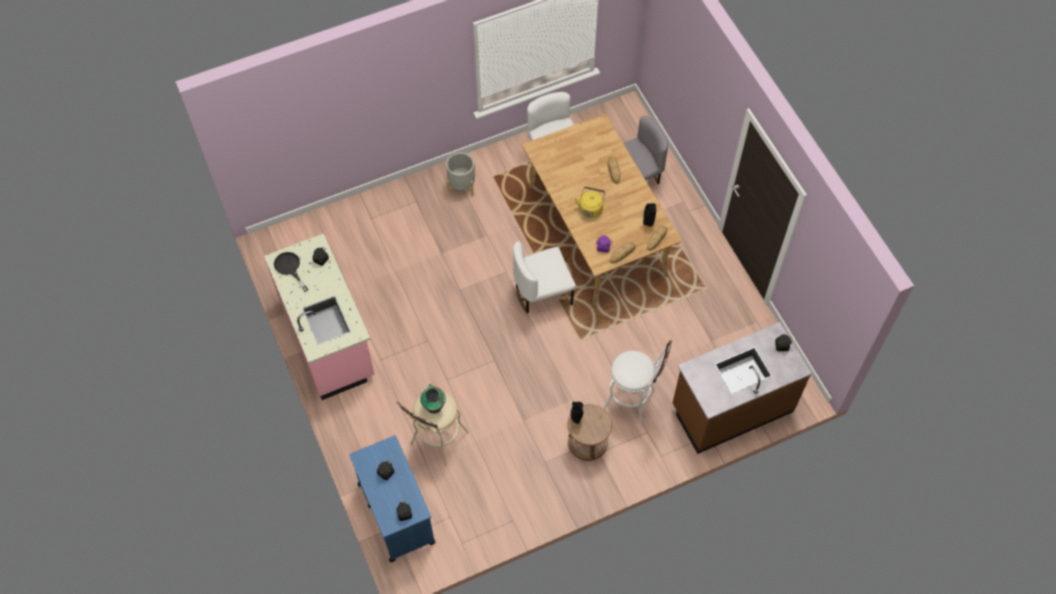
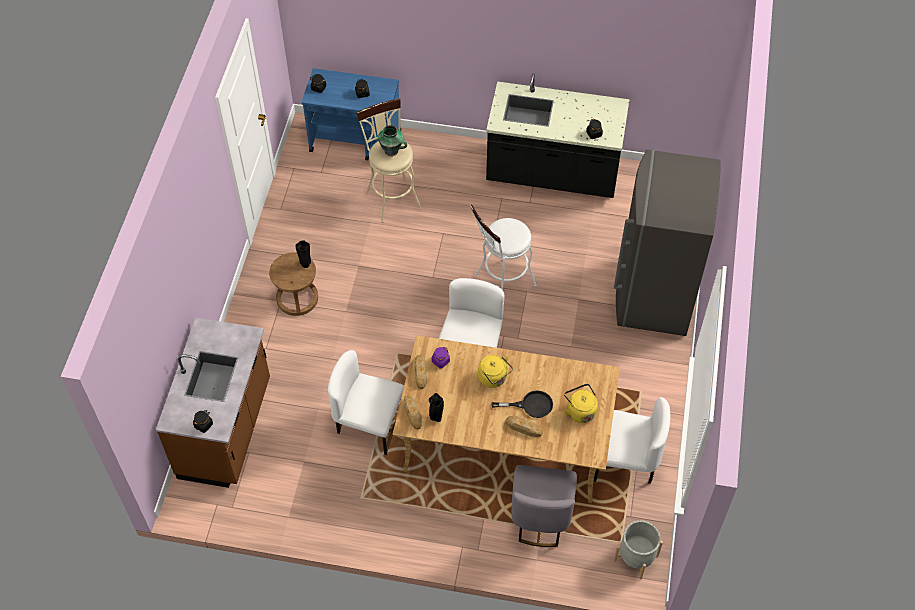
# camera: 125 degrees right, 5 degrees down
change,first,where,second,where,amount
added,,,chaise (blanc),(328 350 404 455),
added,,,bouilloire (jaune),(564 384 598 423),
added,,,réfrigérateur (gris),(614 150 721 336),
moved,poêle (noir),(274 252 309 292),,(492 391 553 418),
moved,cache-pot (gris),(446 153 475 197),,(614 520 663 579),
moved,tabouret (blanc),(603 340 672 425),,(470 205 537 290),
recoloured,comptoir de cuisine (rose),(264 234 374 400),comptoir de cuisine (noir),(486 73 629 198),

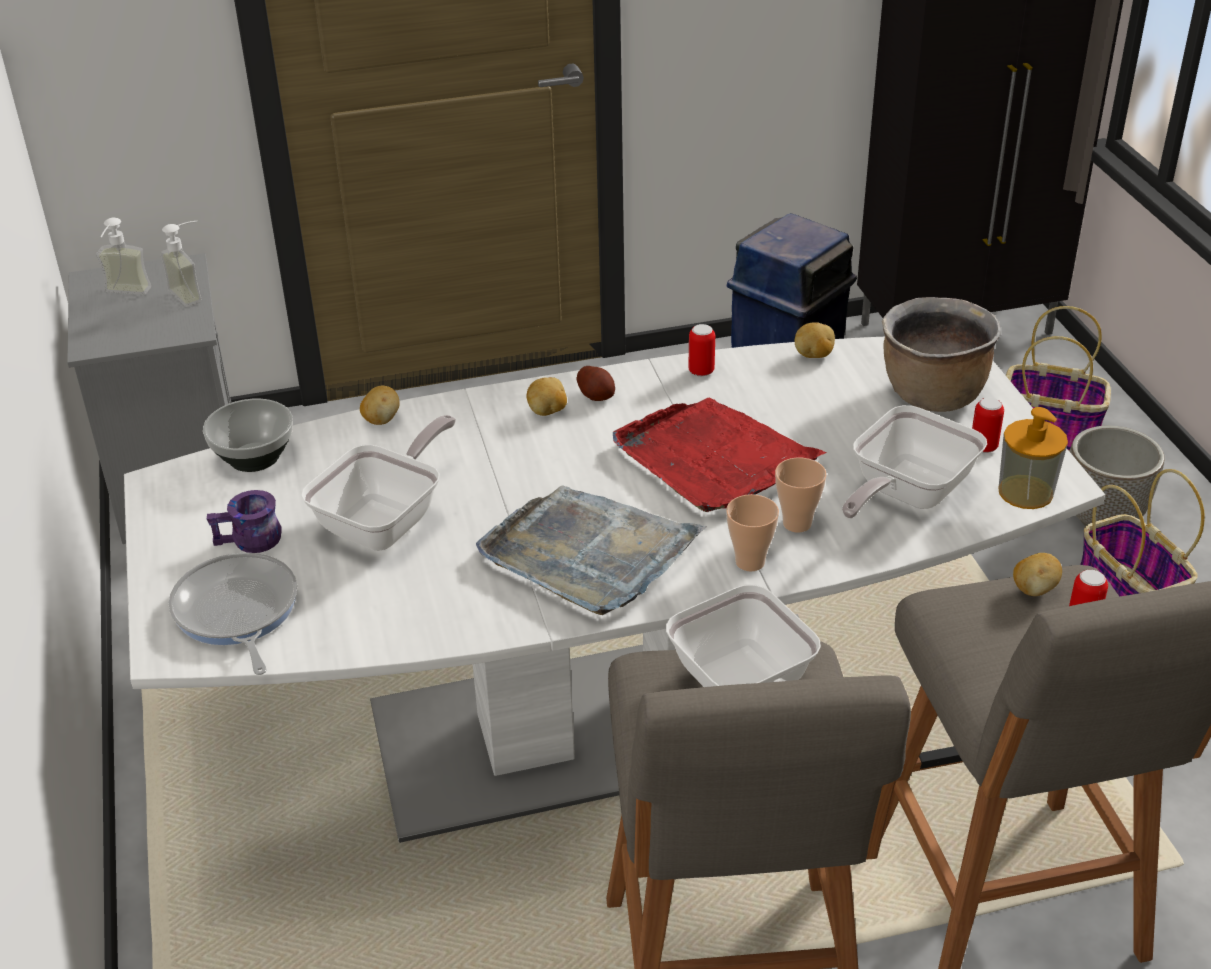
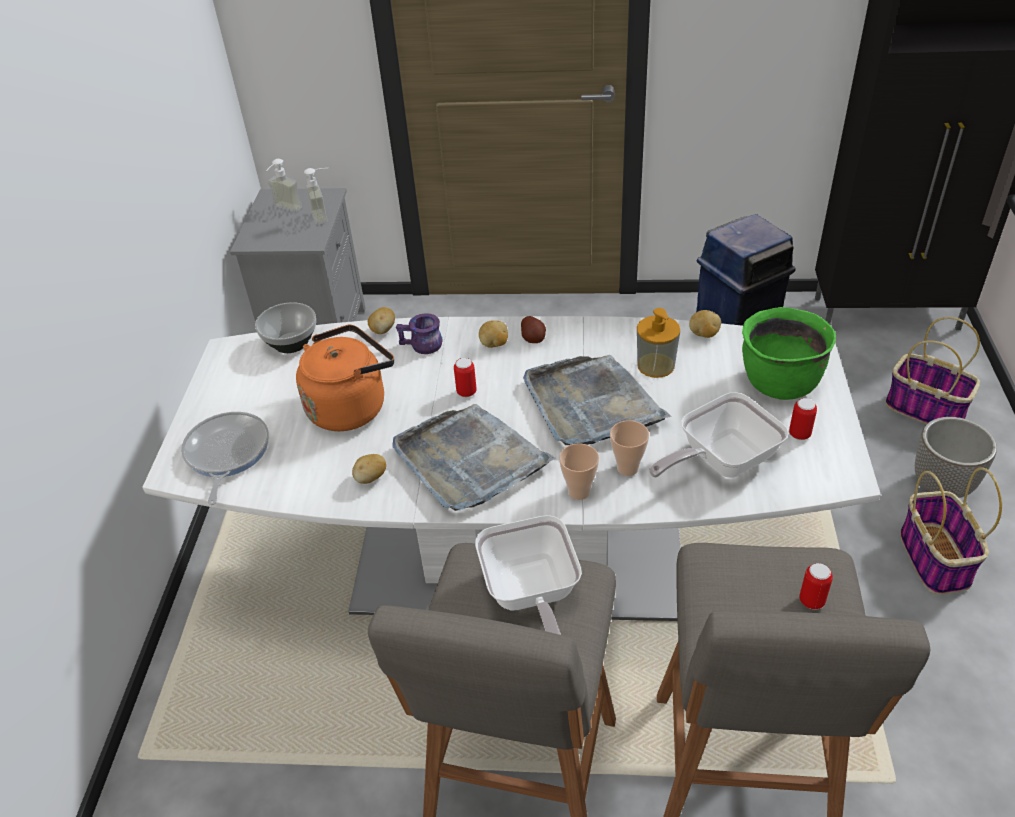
# camera: 20 degrees right, 5 degrees up
change,first,where,second,where,amount
moved,mug (violet),(207 490 282 553),,(396 313 443 354),
moved,boîte métallique,(688 324 715 376),,(454 358 477 397),
moved,distributeur de savon,(998 407 1068 509),,(637 308 680 378),
moved,pomme de terre,(1013 553 1062 596),,(352 454 386 484),
replaced,poêle,(301 415 456 551),bouilloire (orange),(296 325 394 431),
recoloured,plateau (rouge),(613 398 827 512),plateau (gris),(523 355 671 445),
recoloured,marmite (marron),(882 297 1001 412),marmite (vert),(742 307 836 400),

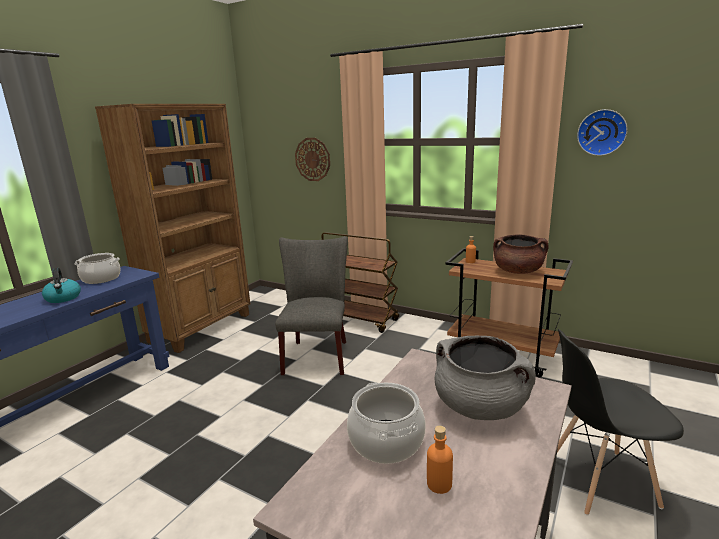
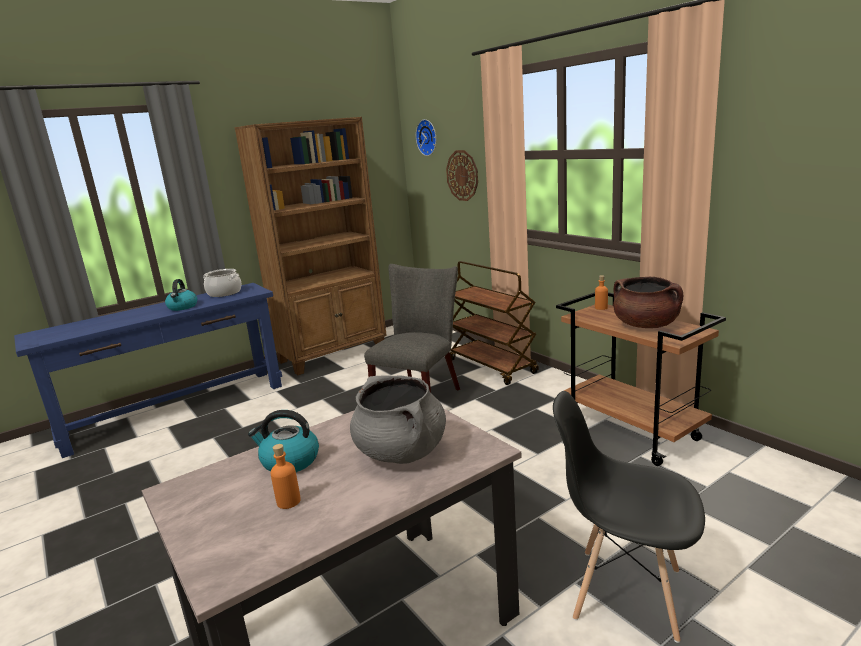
# camera: 25 degrees right, 0 degrees up
change,first,where,second,where,amount
moved,horloge murale,(577 109 628 156),,(416 119 436 156),
replaced,marmite,(347 383 426 464),bouilloire,(248 410 319 472),

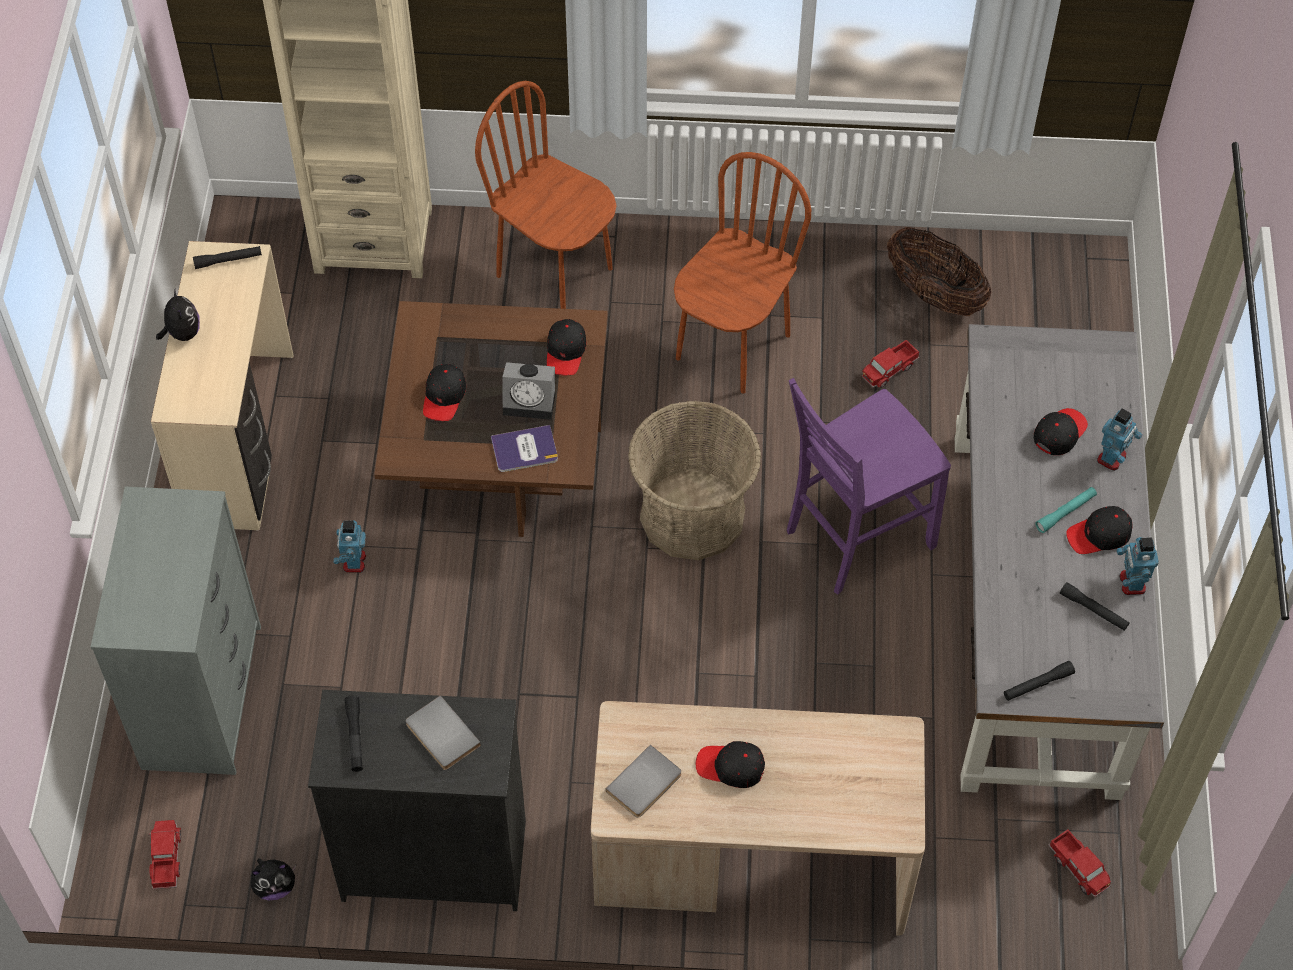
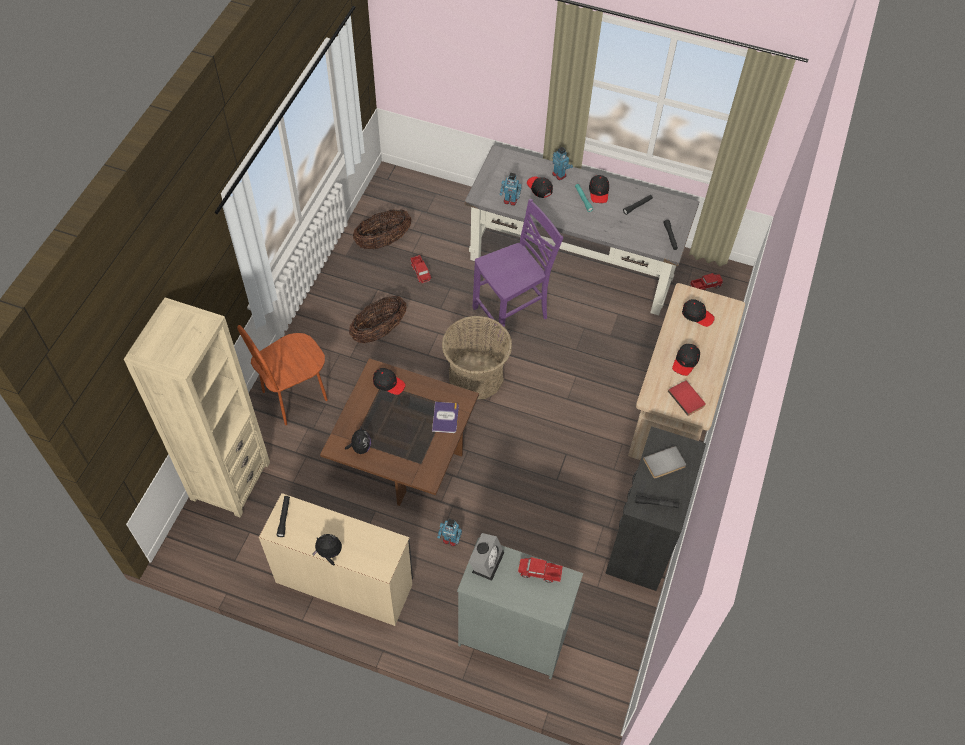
# camera: 75 degrees left, 0 degrees up
change,first,where,second,where,amount
moved,camion jouet,(148 820 181 889),,(518 557 563 583),
moved,peluche,(251 858 296 900),,(345 427 371 454),
moved,casquette (noir),(423 364 466 421),,(682 299 715 327),
moved,réveil,(502 362 556 420),,(469 533 504 581),
moved,robot jouet,(1117 537 1159 595),,(500 173 522 206),
replaced,chaise (marron),(674 152 811 394),panier,(349 296 407 344),
recoloured,livre (gris),(605 745 681 818),livre (rouge),(668 381 706 416),
turned,chaise (violet),(787 378 951 594),,(473 199 563 342),105 degrees counterclockwise

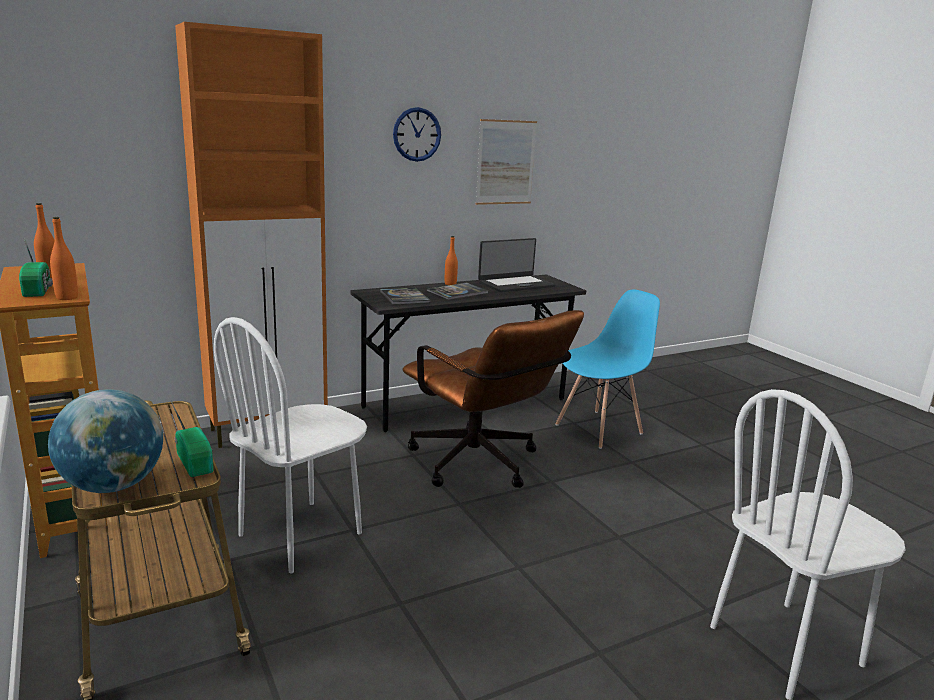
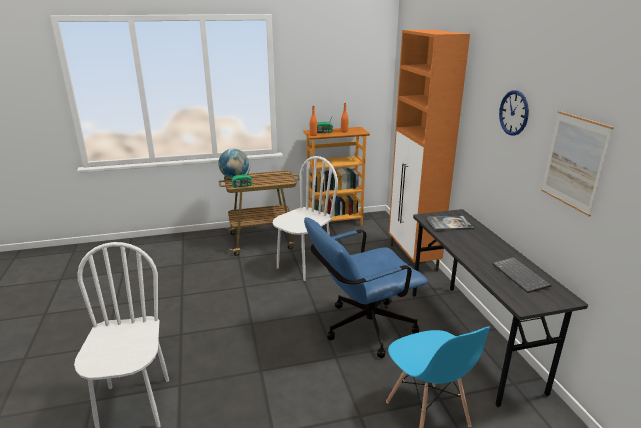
# camera: 105 degrees right, 5 degrees up
change,first,where,second,where,amount
removed,livre,(427 283 489 300),,,
removed,bouteille (orange),(445 236 458 285),,,
replaced,ordinateur portable,(478 238 555 292),clavier,(492 257 552 293),
recoloured,chaise de bureau (marron),(403 310 584 488),chaise de bureau (bleu),(304 217 428 358),
turned,chaise (blanc),(214 317 367 573),,(273 156 338 281),75 degrees clockwise

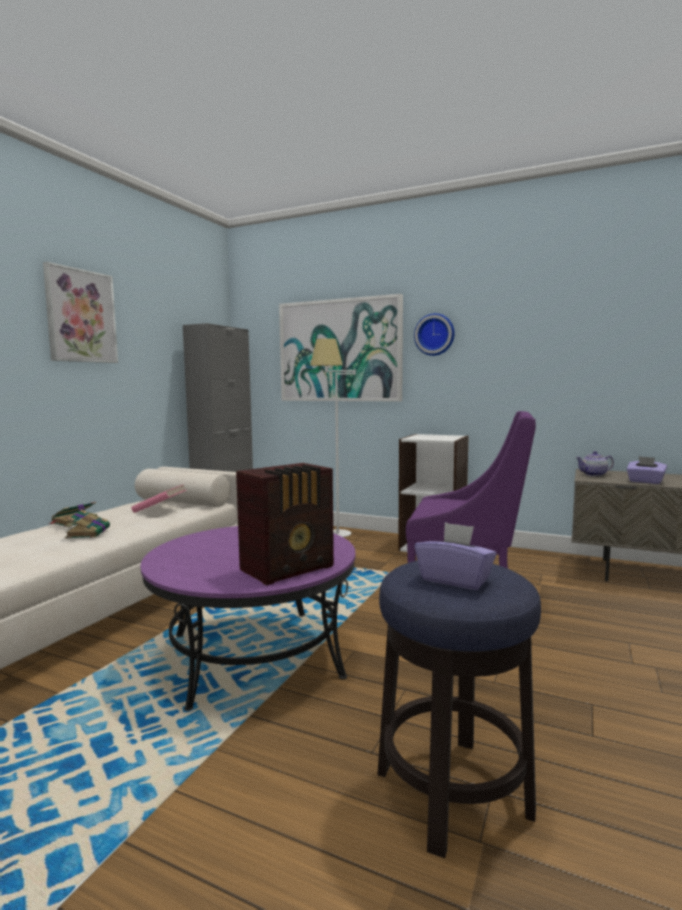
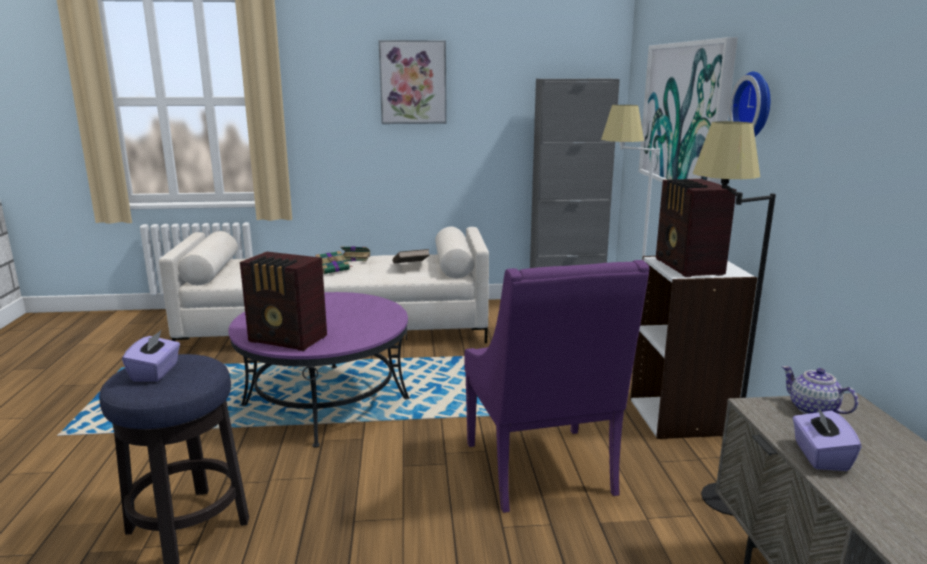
# camera: 60 degrees right, 10 degrees up
change,first,where,second,where,amount
added,,,radio,(656 179 737 277),
added,,,lampadaire (noir),(693 121 776 516),
recoloured,livre (rose),(131 484 186 513),livre (marron),(393 249 429 263),

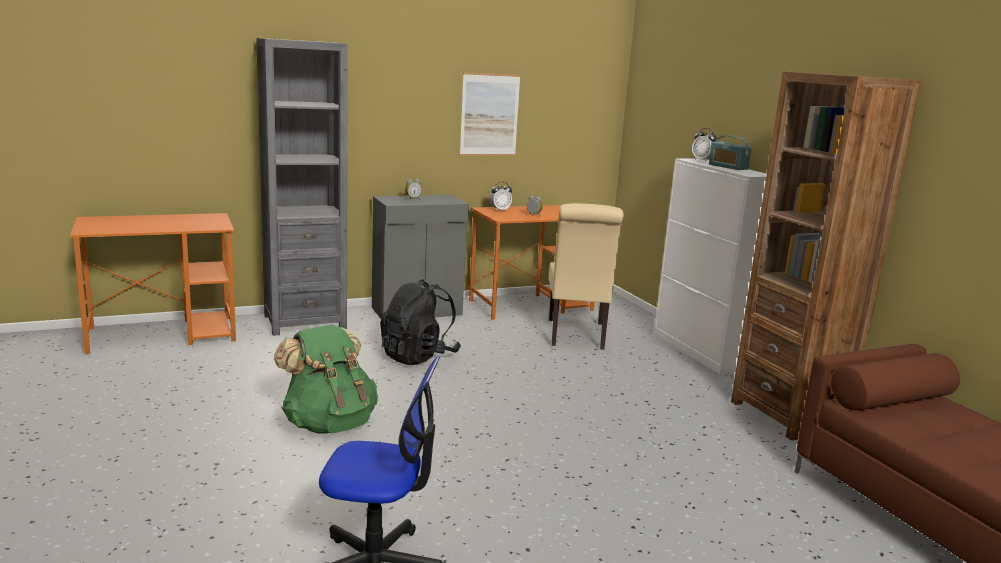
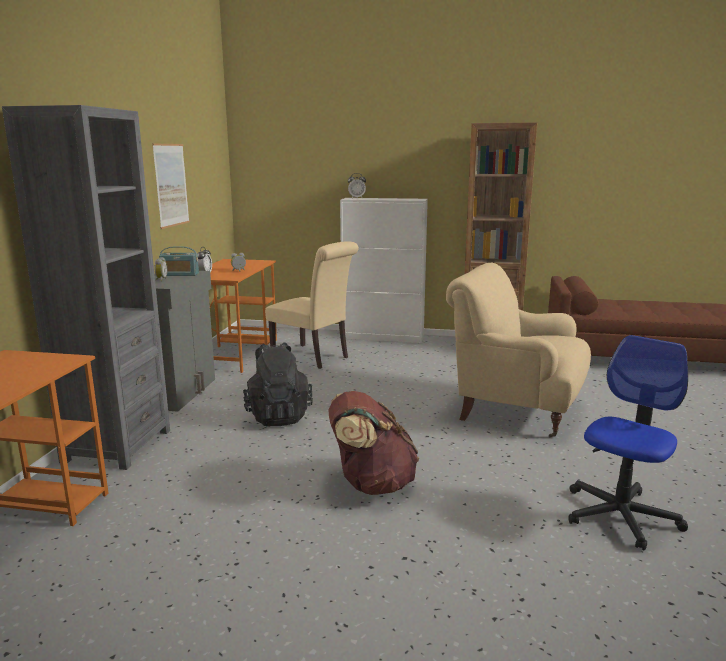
# camera: 55 degrees left, 0 degrees up
change,first,where,second,where,amount
added,,,fauteuil (beige),(446 263 591 438),
moved,radio,(709 135 752 170),,(159 246 199 276),
recoloured,sac à dos (vert),(274 324 378 434),sac à dos (marron),(328 391 419 495),

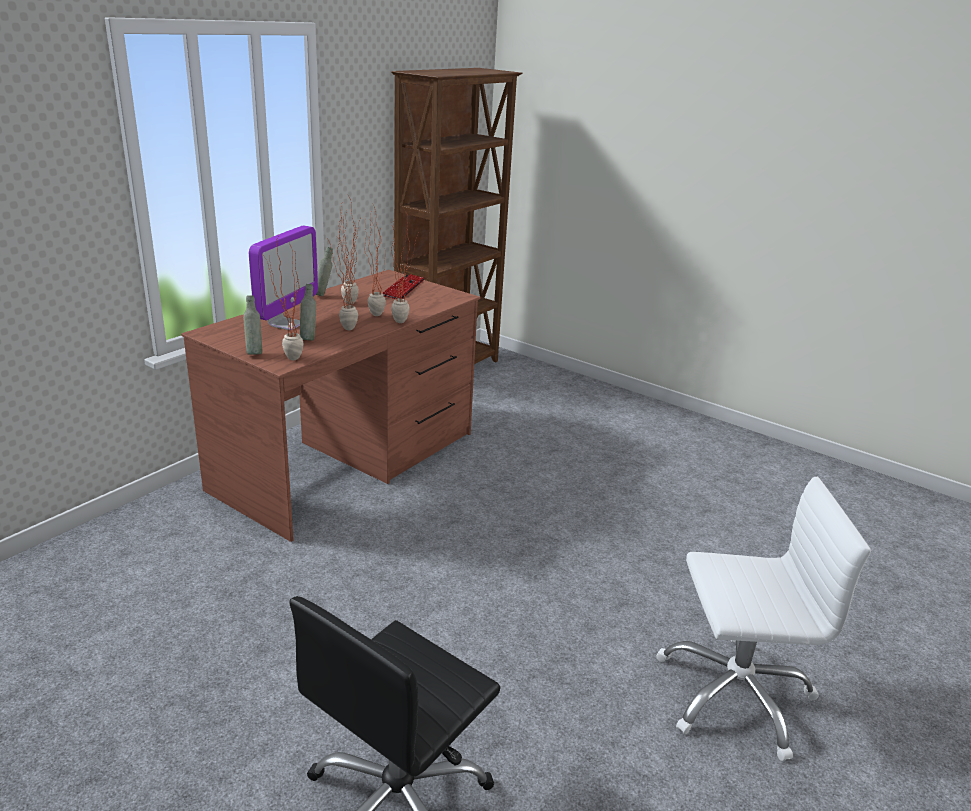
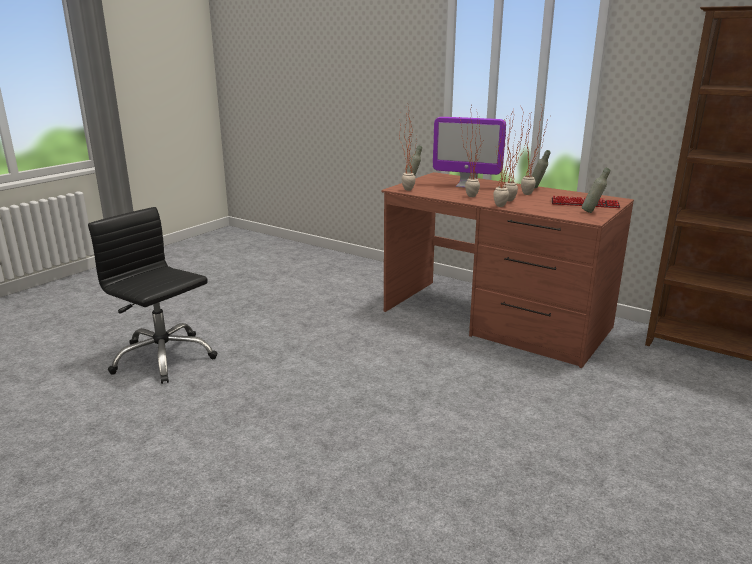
# camera: 90 degrees right, 5 degrees down
change,first,where,second,where,amount
removed,chaise de bureau (blanc),(656 477 871 761),,,
moved,bouteille (gris),(300 284 316 341),,(582 168 610 213),

